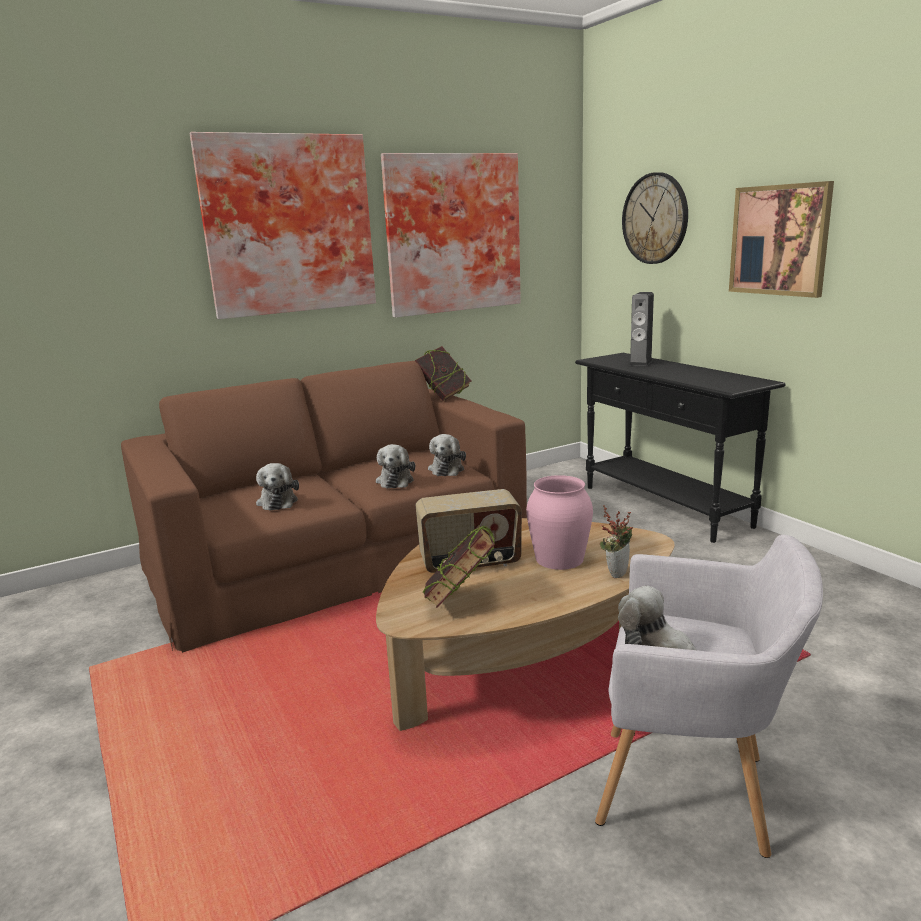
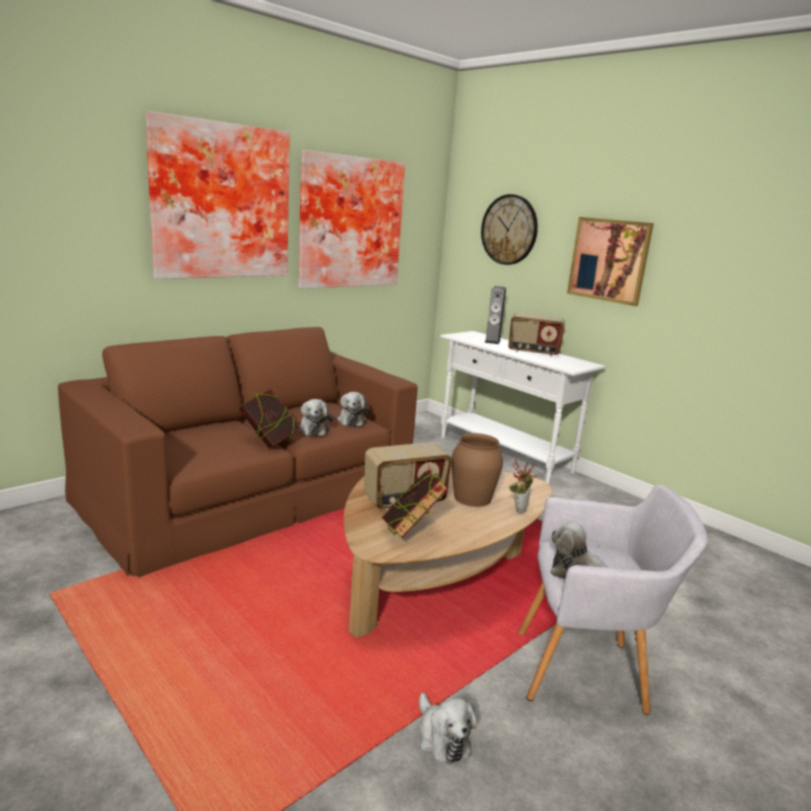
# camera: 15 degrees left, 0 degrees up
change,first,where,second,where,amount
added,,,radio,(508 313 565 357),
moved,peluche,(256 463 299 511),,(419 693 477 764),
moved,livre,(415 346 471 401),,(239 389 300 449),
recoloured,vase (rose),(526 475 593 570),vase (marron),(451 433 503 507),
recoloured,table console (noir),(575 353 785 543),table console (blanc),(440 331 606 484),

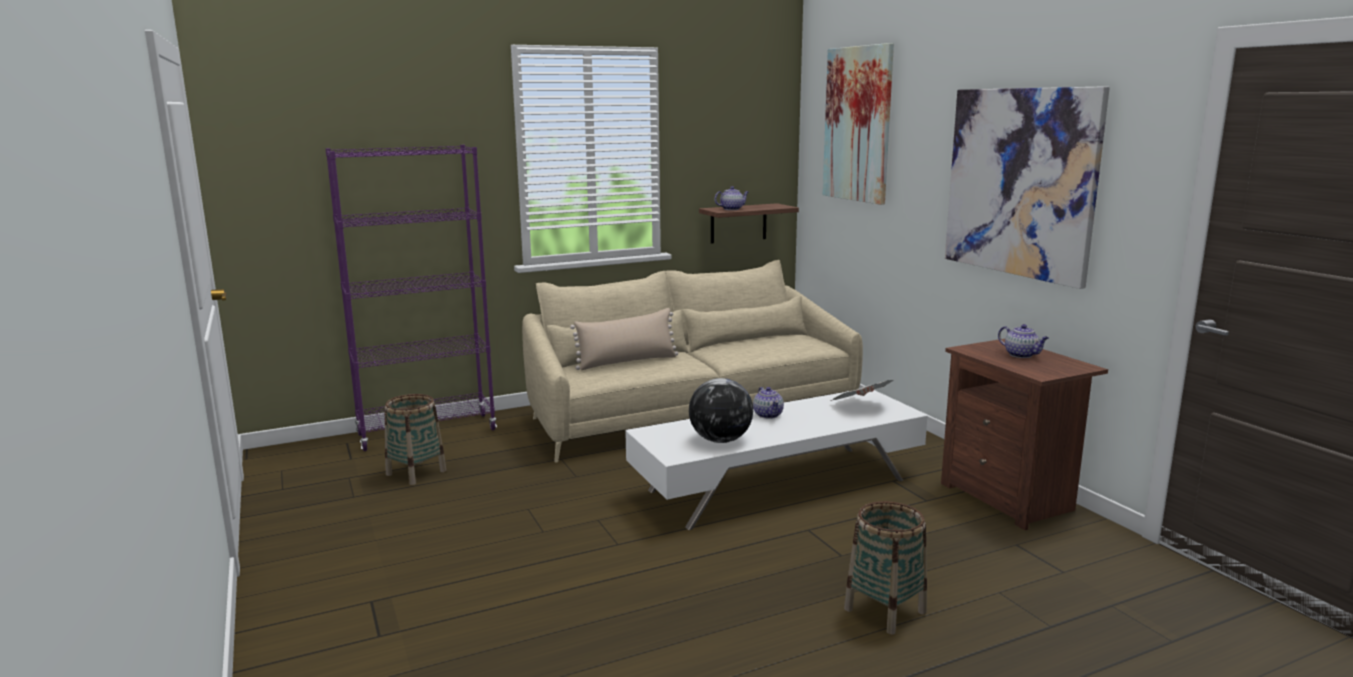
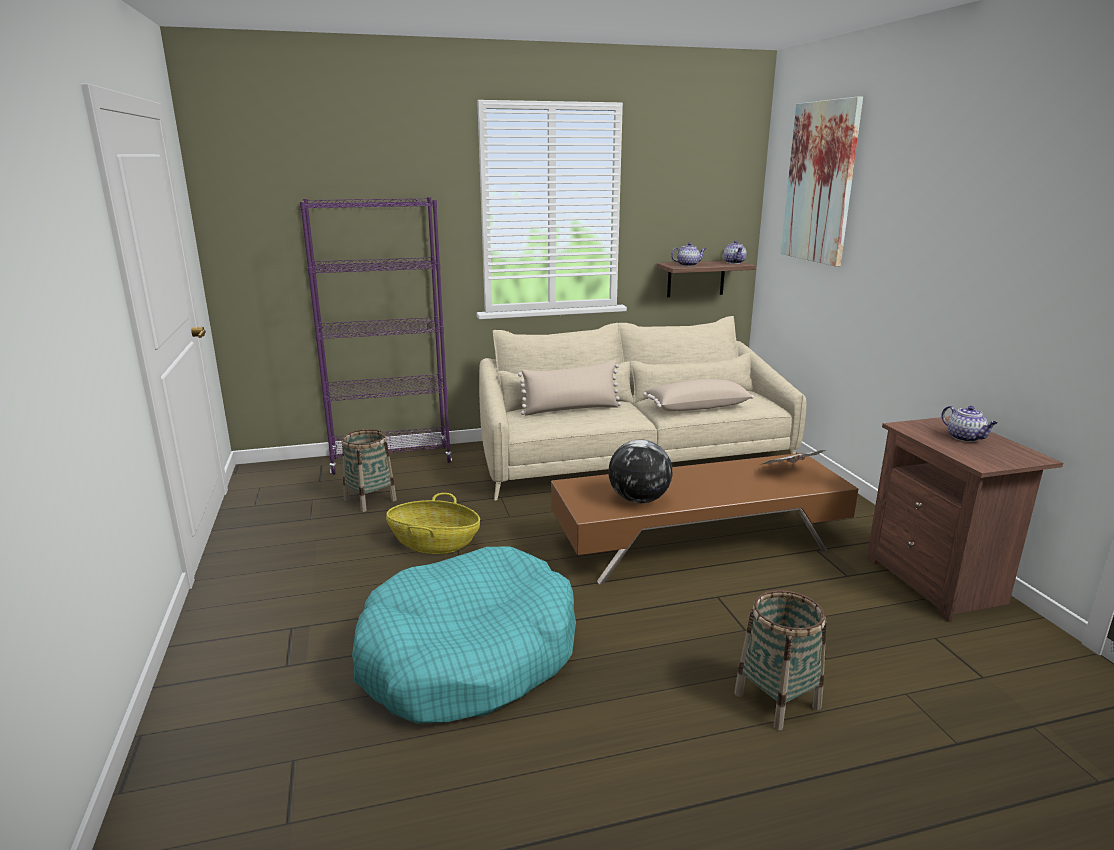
# camera: 10 degrees right, 5 degrees up
change,first,where,second,where,amount
removed,tableau,(945 86 1110 289),,,
added,,,panier pour chien (turquoise),(352 546 576 723),
added,,,panier,(386 493 480 554),
added,,,coussin (beige),(643 379 754 411),
moved,théière,(753 387 784 419),,(723 240 747 264),
recoloured,table basse (blanc),(625 390 928 530),table basse (marron),(551 453 858 585),

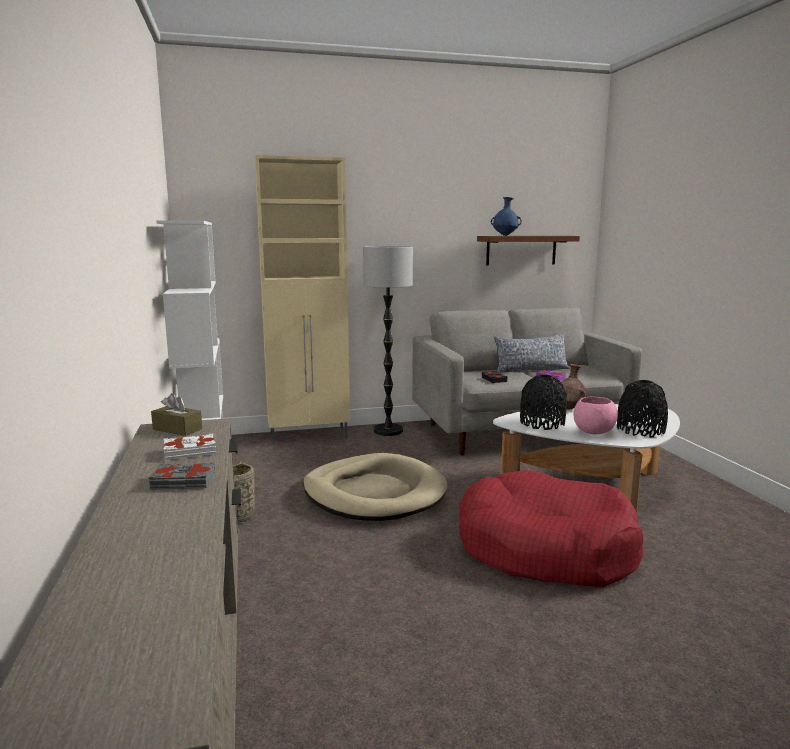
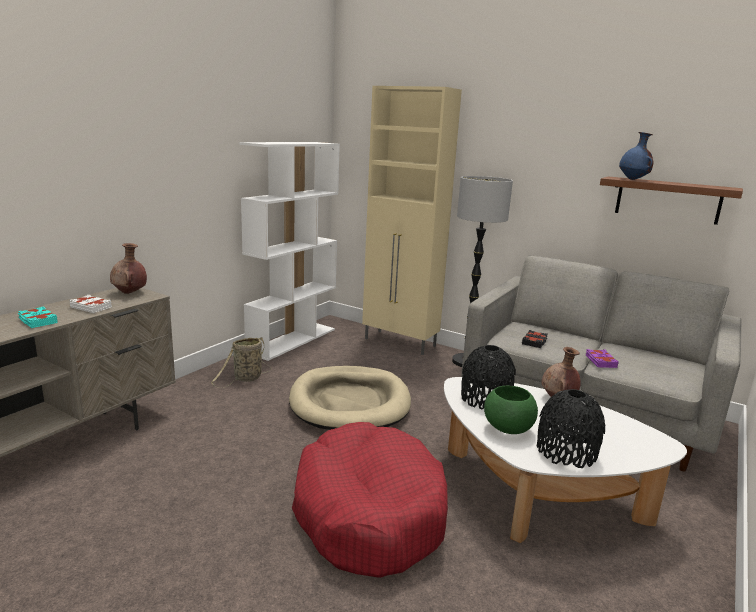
# camera: 45 degrees right, 5 degrees up
change,first,where,second,where,amount
removed,coussin,(494 333 570 373),,,
replaced,boîte à mouchoirs (marron),(151 393 202 436),vase (marron),(110 243 147 294),
recoloured,livre (gris),(148 462 215 490),livre (turquoise),(18 306 58 328),
recoloured,bol (rose),(573 397 618 434),bol (vert),(484 385 538 434),

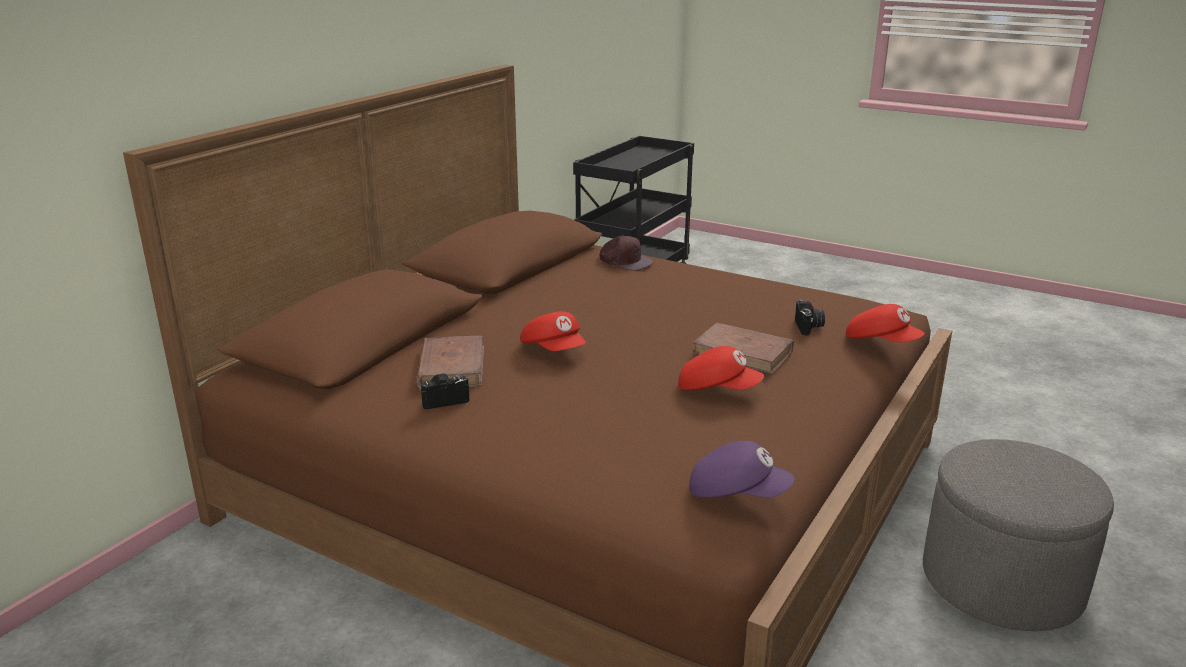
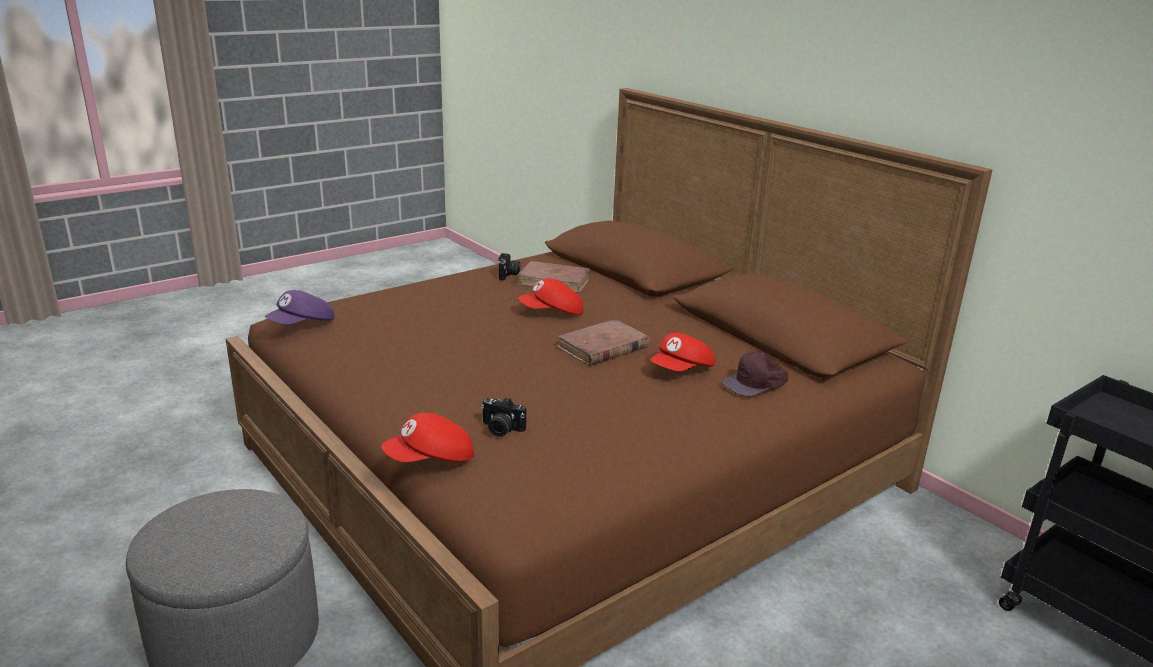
# camera: 110 degrees right, 0 degrees up
change,first,where,second,where,amount
moved,casquette (rouge),(678 346 764 390),,(650 333 715 371),
moved,livre (marron),(692 323 794 375),,(556 319 650 366),

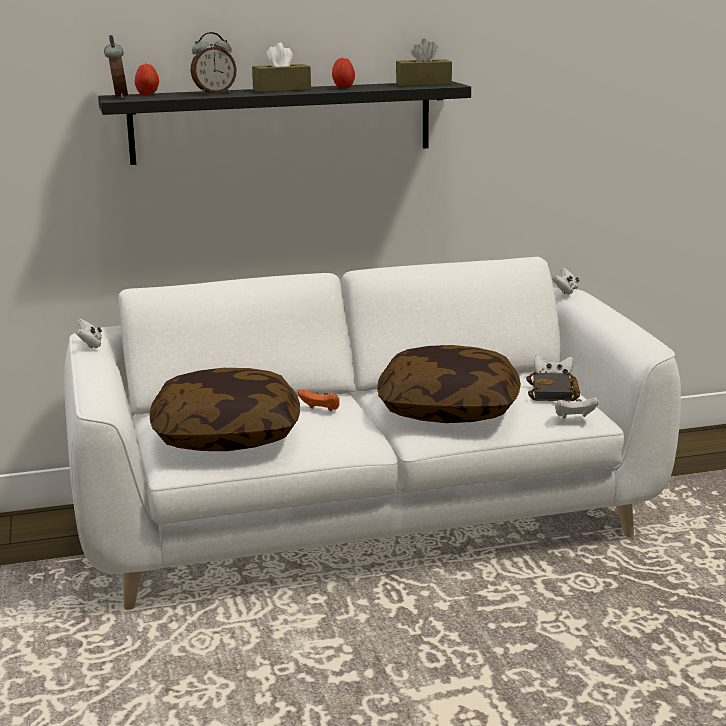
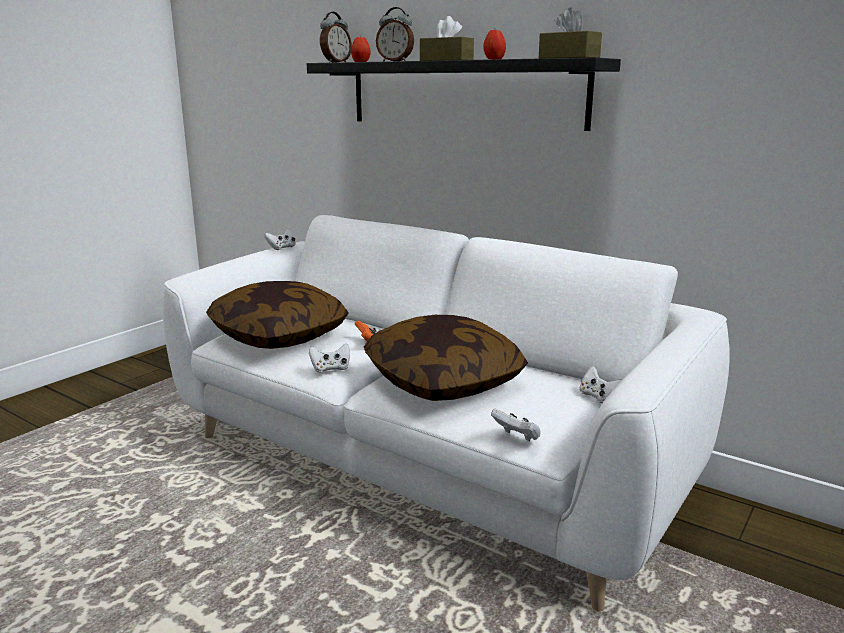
# camera: 50 degrees right, 0 degrees up
change,first,where,second,where,amount
removed,livre (noir),(526 372 580 401),,,
moved,manette (blanc),(552 268 579 295),,(309 343 350 372),

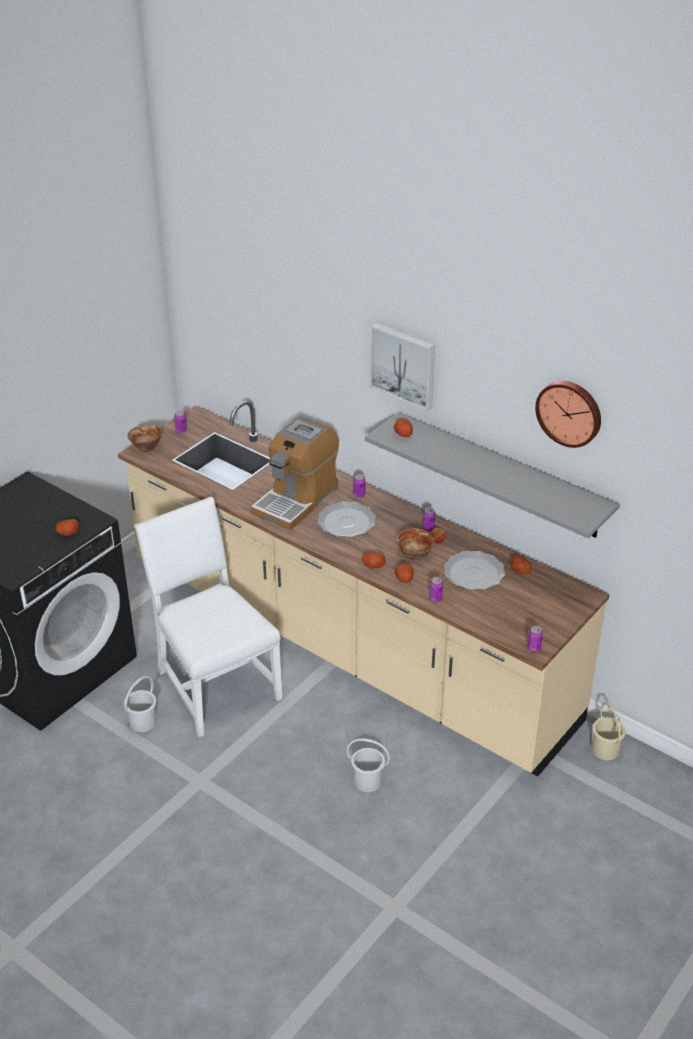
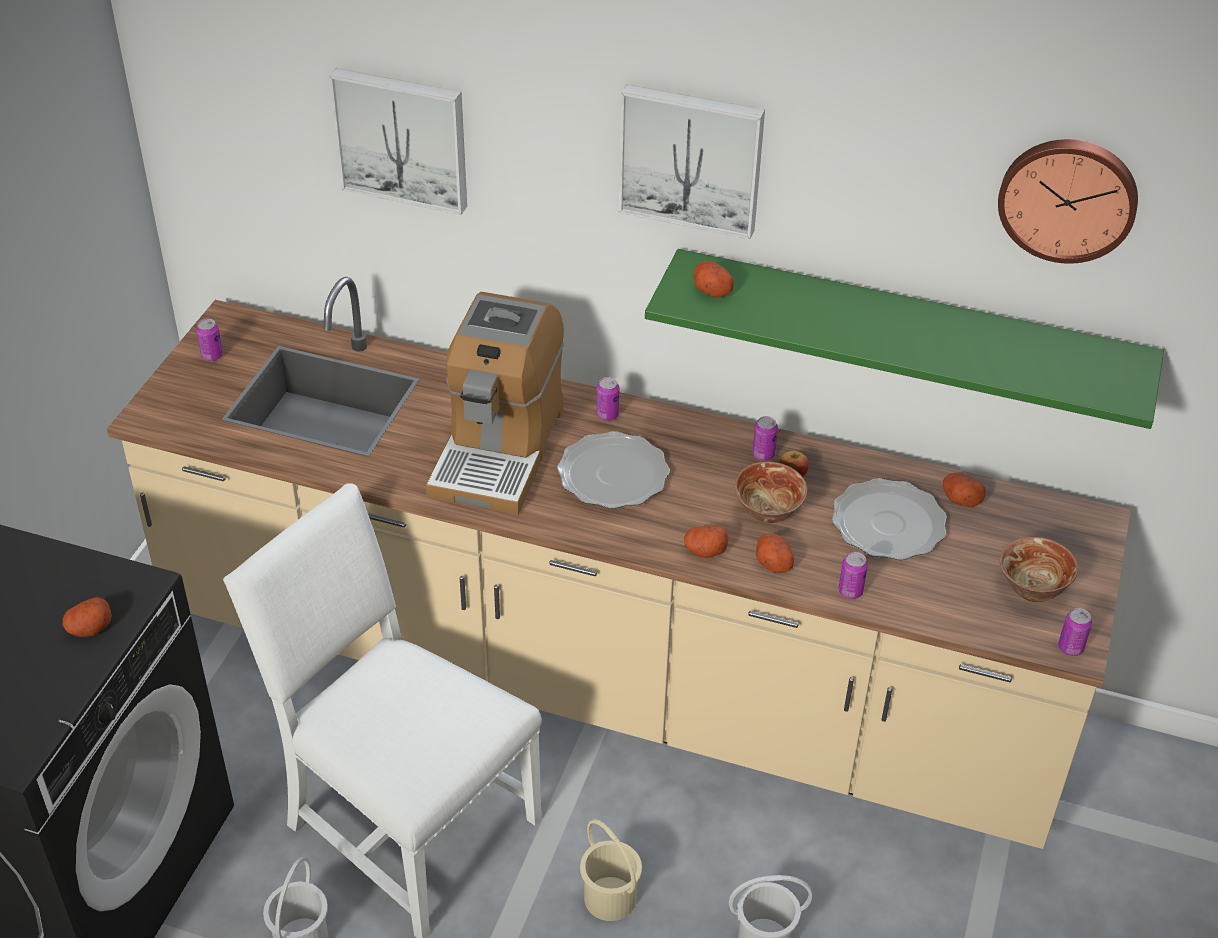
# camera: 20 degrees left, 5 degrees up
change,first,where,second,where,amount
added,,,tableau,(329 68 467 215),
moved,bol,(127 424 162 452),,(1000 537 1078 602),
moved,seau (beige),(591 702 626 760),,(580 819 642 921),
recoloured,étagère (gris),(365 412 620 539),étagère (vert),(645 249 1164 429),

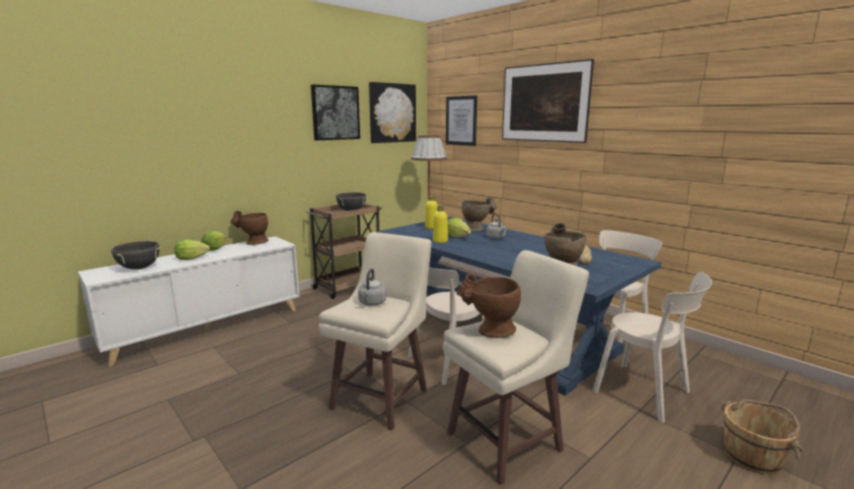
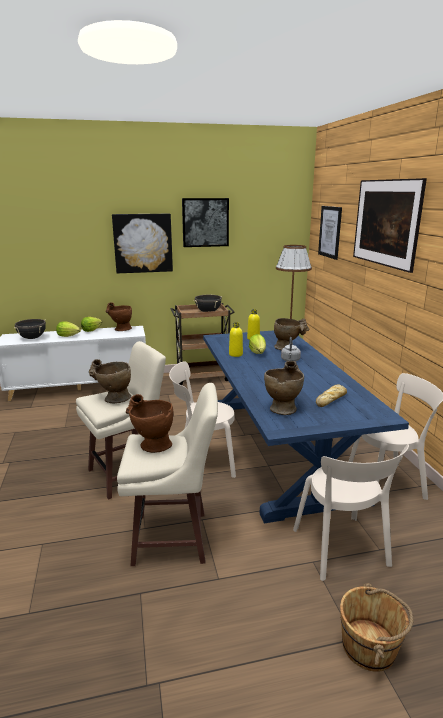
# camera: 30 degrees right, 5 degrees up
change,first,where,second,where,amount
moved,tableau,(369 82 416 143),,(112 214 173 273),
replaced,bouilloire (gris),(358 269 386 306),vase (beige),(89 359 131 403),

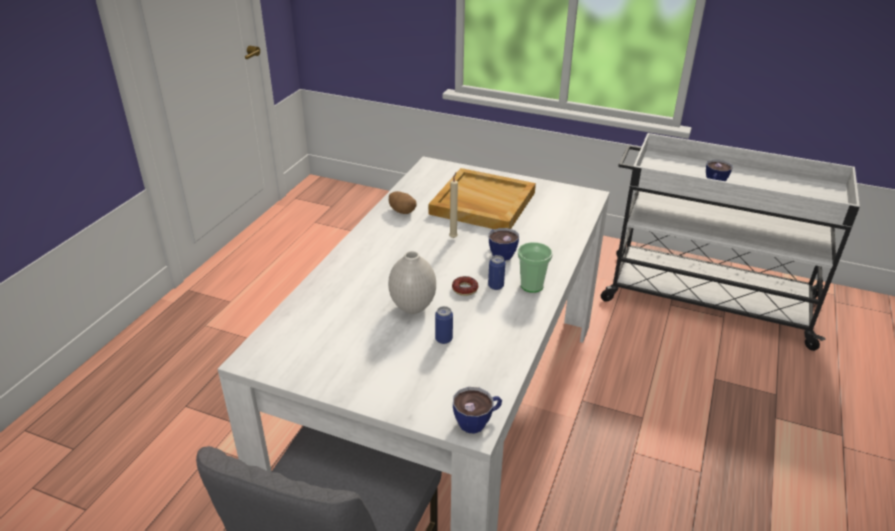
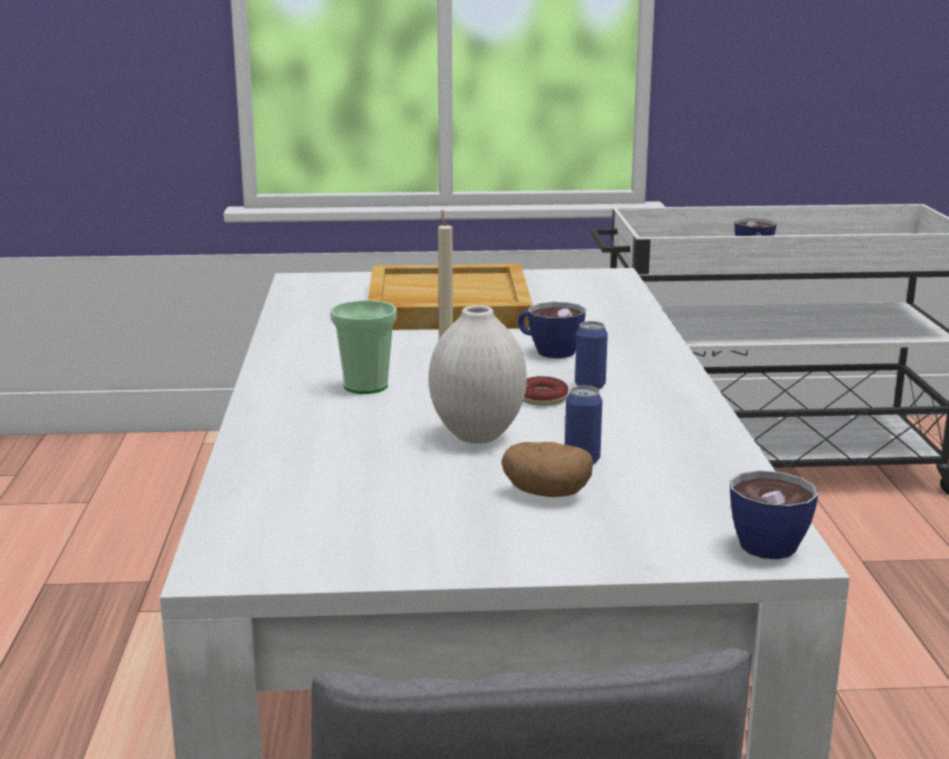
# camera: 25 degrees left, 15 degrees down
change,first,where,second,where,amount
moved,pomme de terre,(389 191 416 214),,(501 442 593 497),
moved,tasse,(518 242 553 293),,(330 300 397 394),

